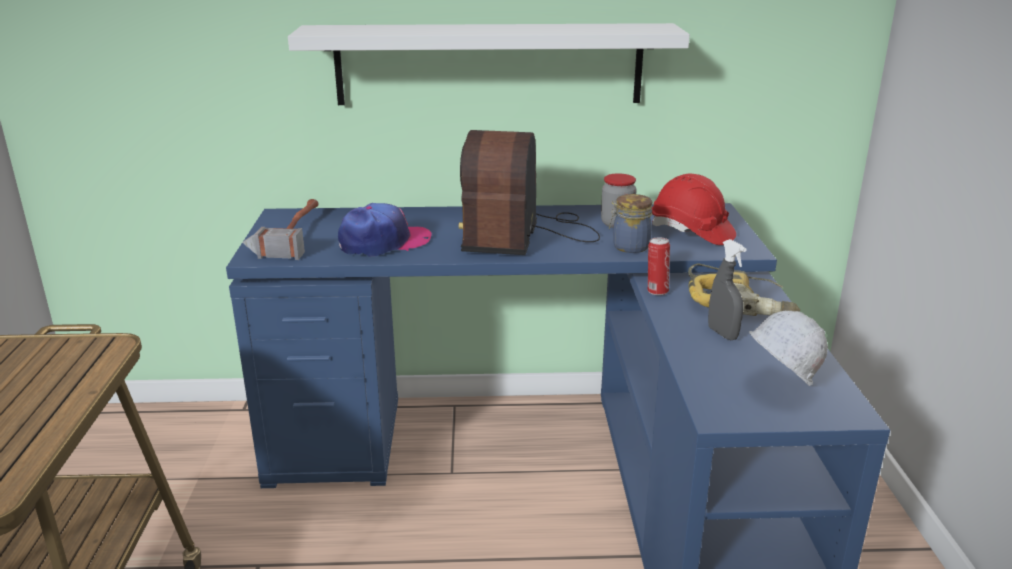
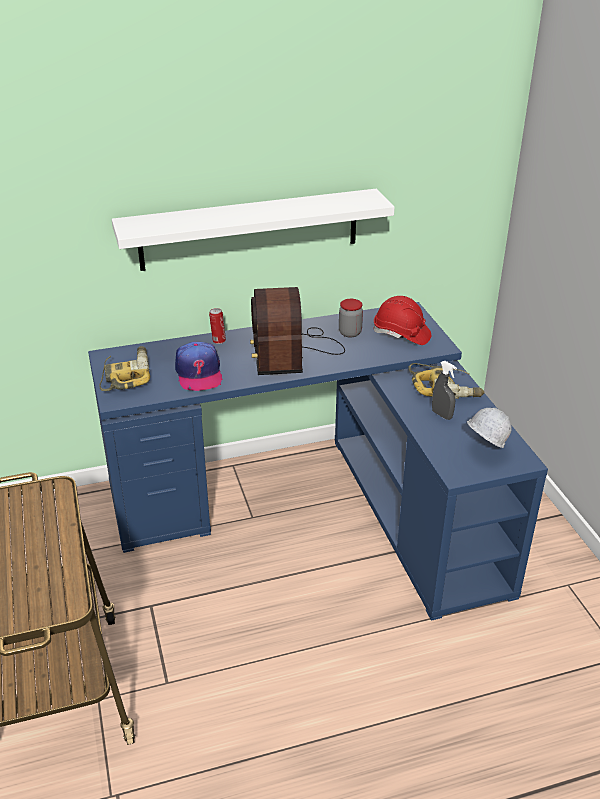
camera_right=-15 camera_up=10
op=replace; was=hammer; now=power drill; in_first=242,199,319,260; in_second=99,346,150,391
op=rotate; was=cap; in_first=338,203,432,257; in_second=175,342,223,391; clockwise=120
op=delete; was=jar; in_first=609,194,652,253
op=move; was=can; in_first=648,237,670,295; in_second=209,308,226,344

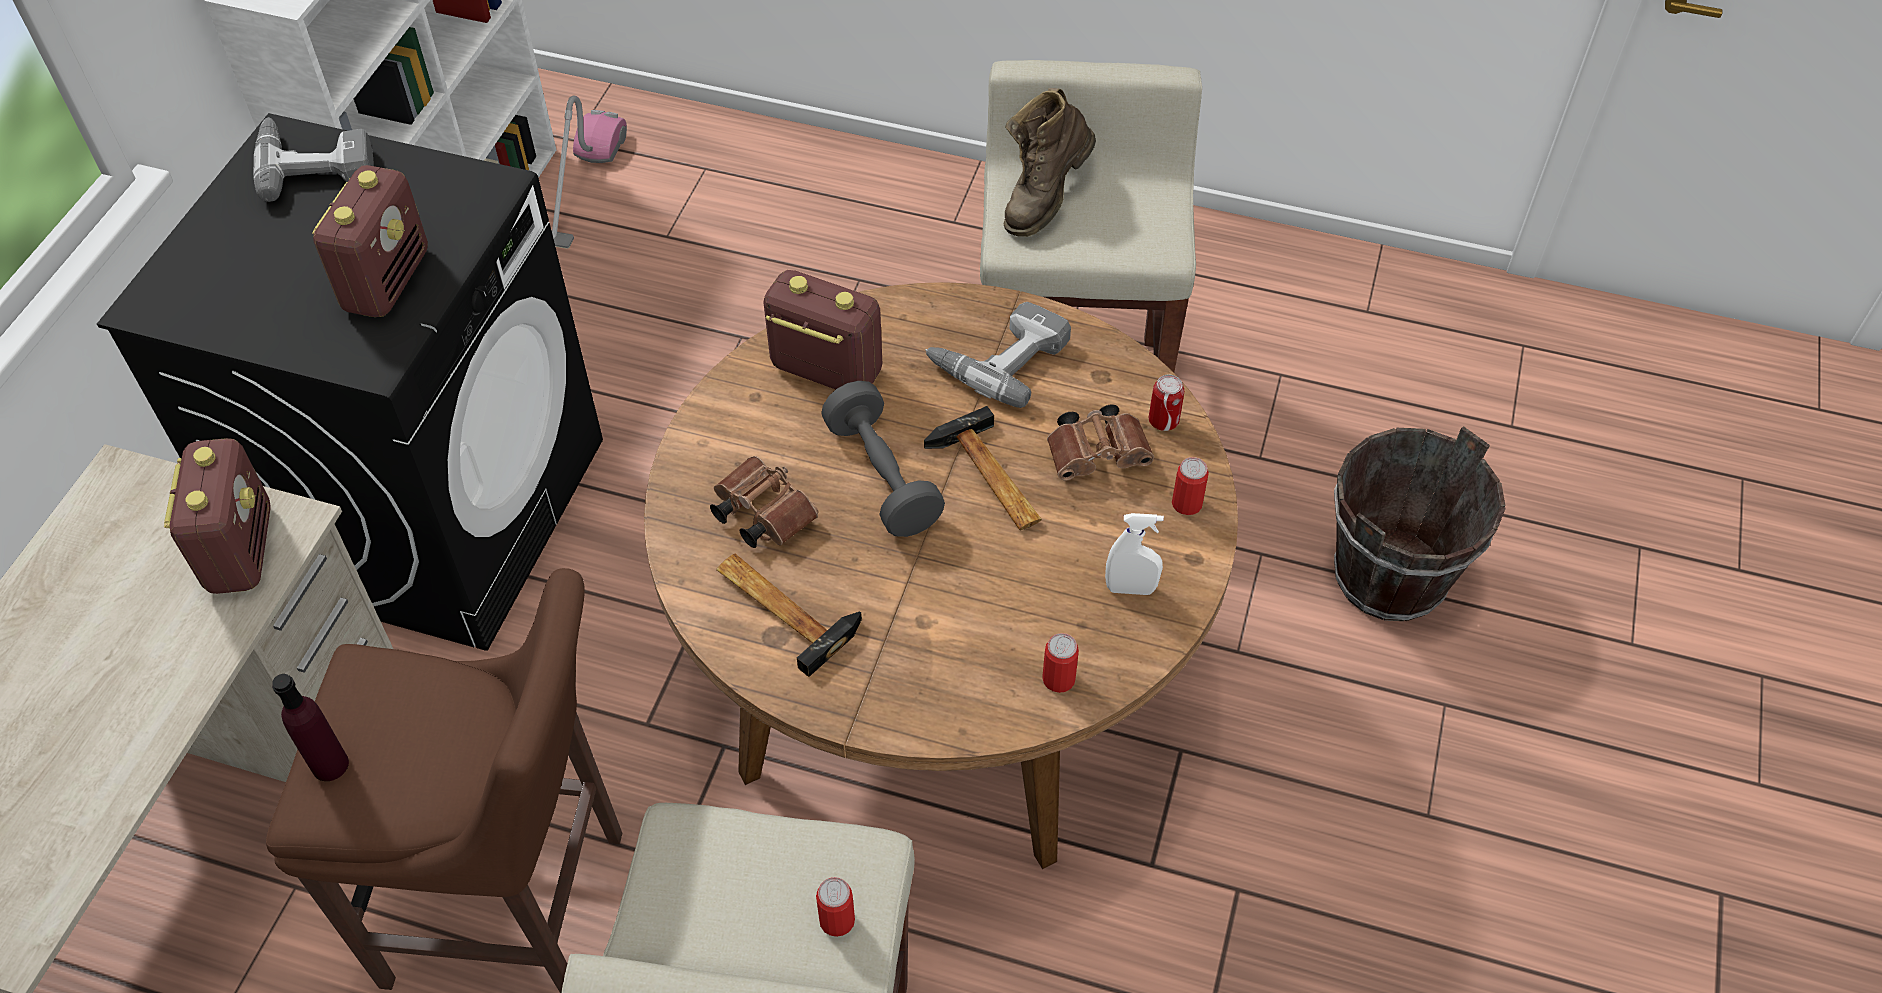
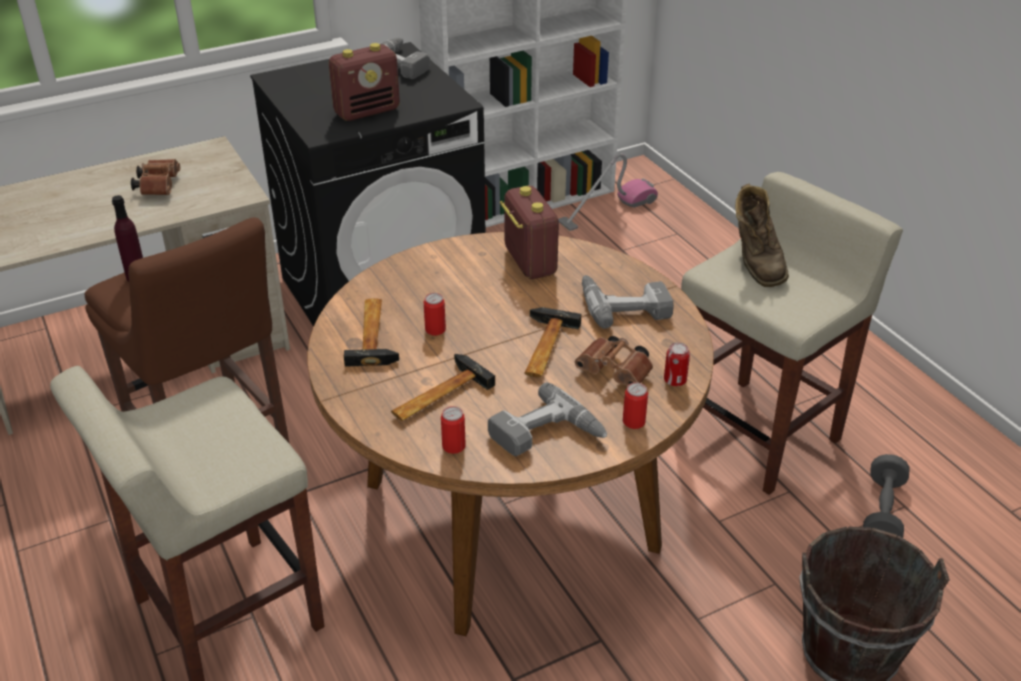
camera_right=45 camera_up=-15
op=delete; was=radio; in_first=164,438,271,594
op=move; was=binoculars/brown; in_first=710,456,819,548; in_second=131,159,180,195
op=move; was=can; in_first=816,877,855,937; in_second=424,293,446,336
op=move; was=dumbbell/grey; in_first=821,381,945,537; in_second=863,454,909,544
op=rotate; was=boot/brown; in_first=1004,88,1096,237; in_second=735,183,789,287; clockwise=-90
op=replace; was=spray bottle/white; now=power drill; in_first=1105,513,1164,595; in_second=488,382,607,456
op=insert; now=hammer; in_second=391,354,495,421

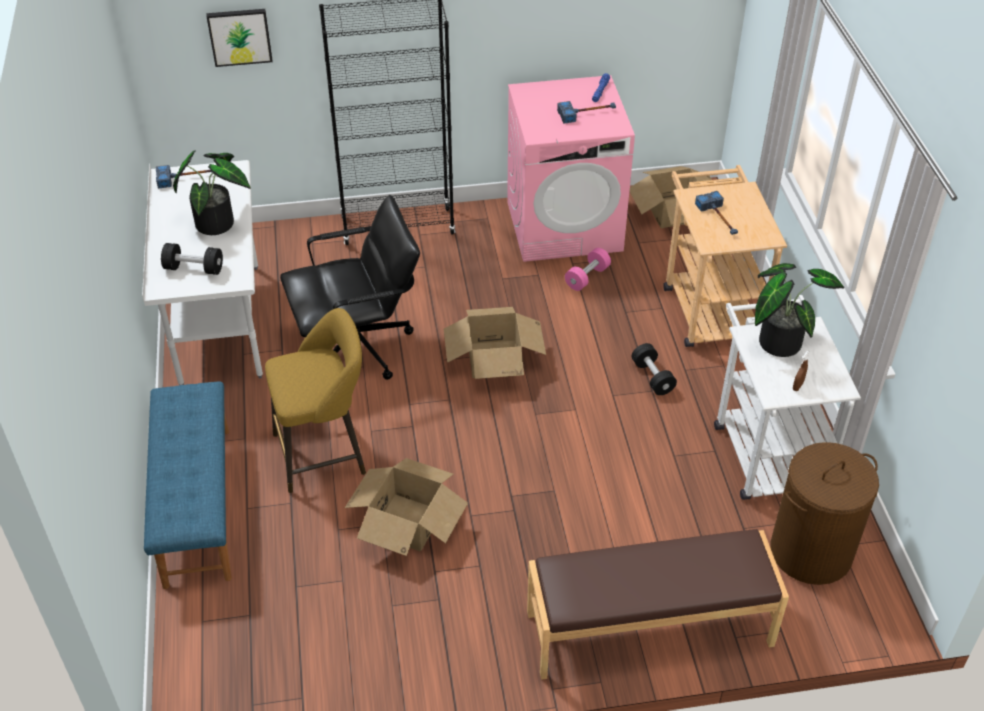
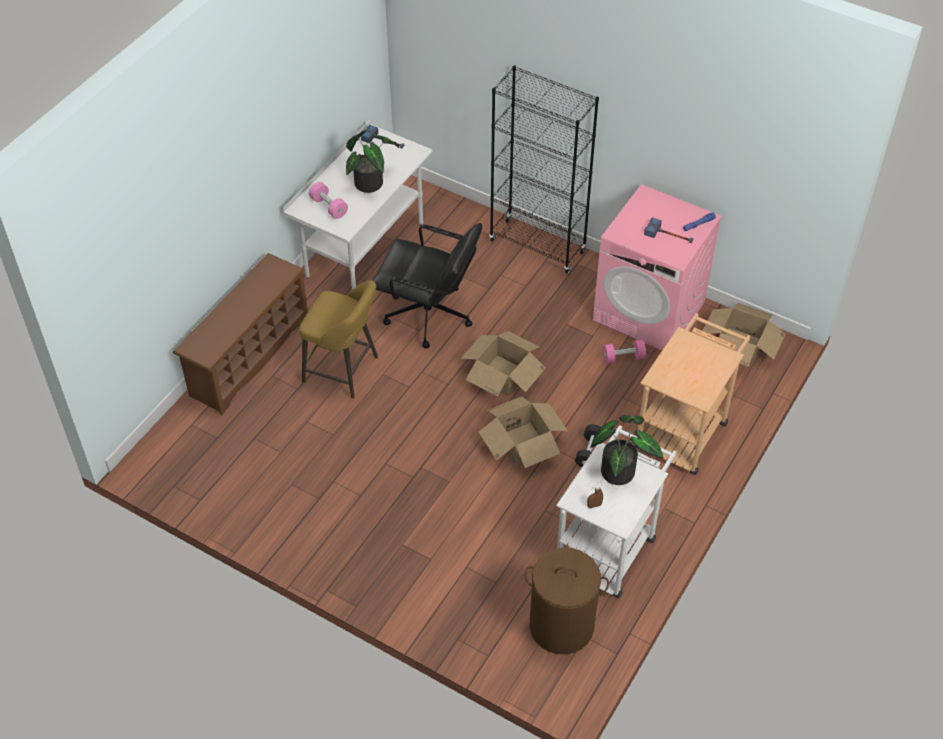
camera_right=40 camera_up=5
op=replace; was=bench/blue; now=shoe rack/brown; in_first=144,381,232,589; in_second=173,253,308,415
op=recolor; was=dumbbell/black; now=dumbbell/pink; in_first=161,243,223,275; in_second=309,182,348,219
op=delete; was=picture; in_first=206,9,273,67
op=move; was=cardboard box; in_first=345,458,468,556; in_second=479,396,568,468
op=delete; was=bench/brown; in_first=527,529,789,680
op=delete; was=hammer; in_first=695,191,738,235

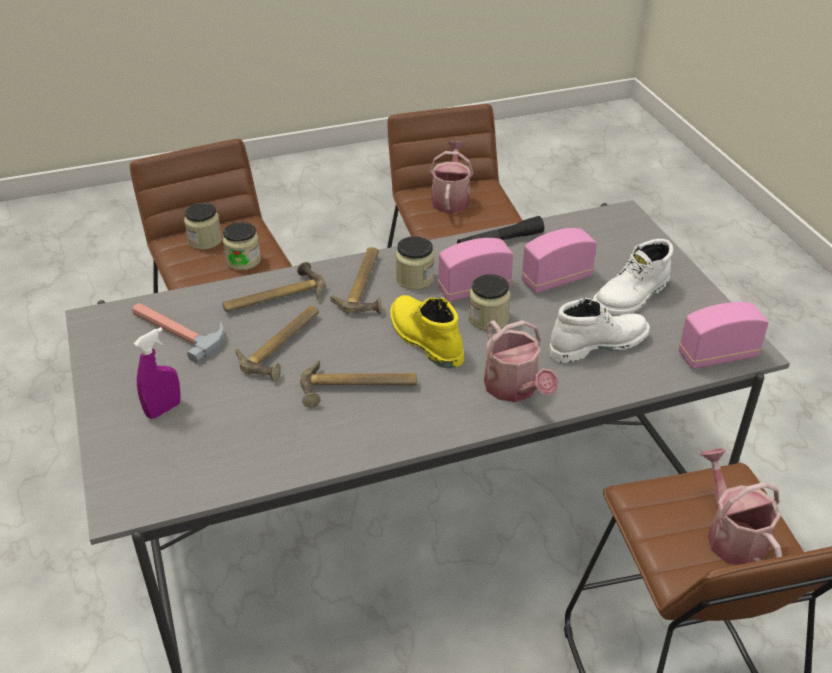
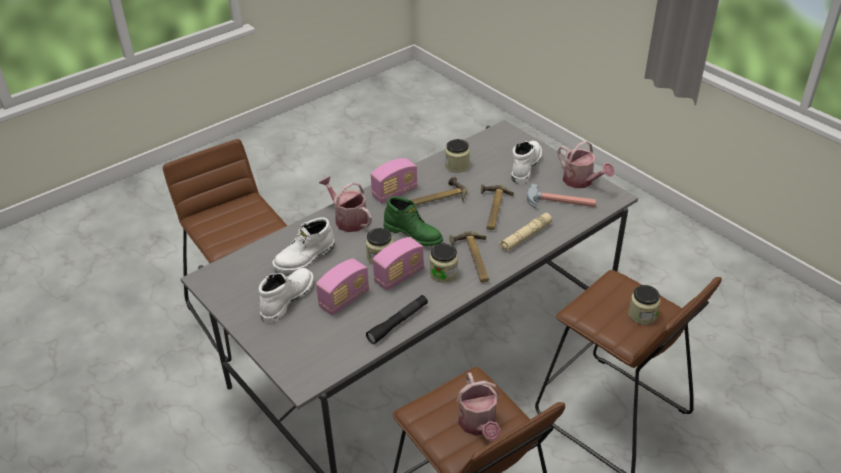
camera_right=160 camera_up=0
op=replace; was=spray bottle/purple; now=boot/white; in_first=134,327,181,419; in_second=512,141,542,184
op=replace; was=hammer; now=flashlight/beige; in_first=222,262,326,312; in_second=498,213,552,251
op=move; was=jar; in_first=223,222,261,270; in_second=445,139,470,173
op=recolor; was=boot/yellow; now=boot/green; in_first=390,295,464,368; in_second=384,196,443,246
op=move; was=radio; in_first=679,302,769,369; in_second=371,158,418,203
op=move; was=watering can; in_first=700,448,782,565; in_second=558,141,614,188

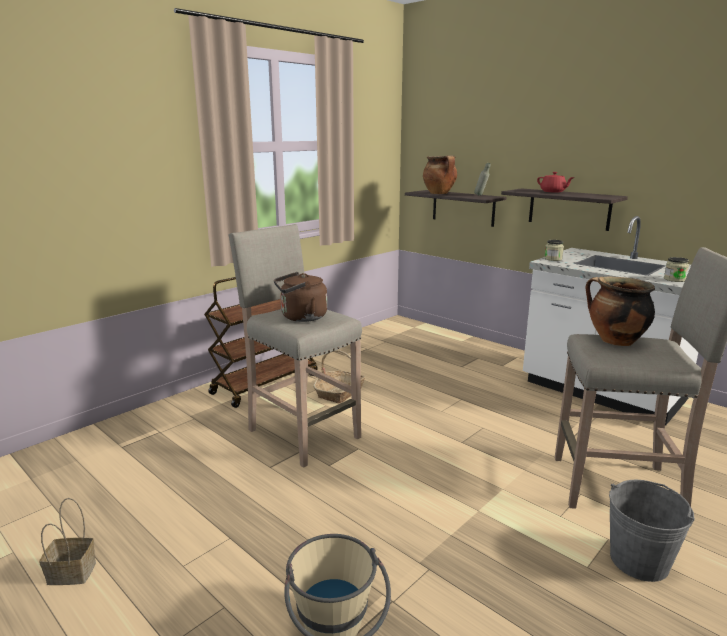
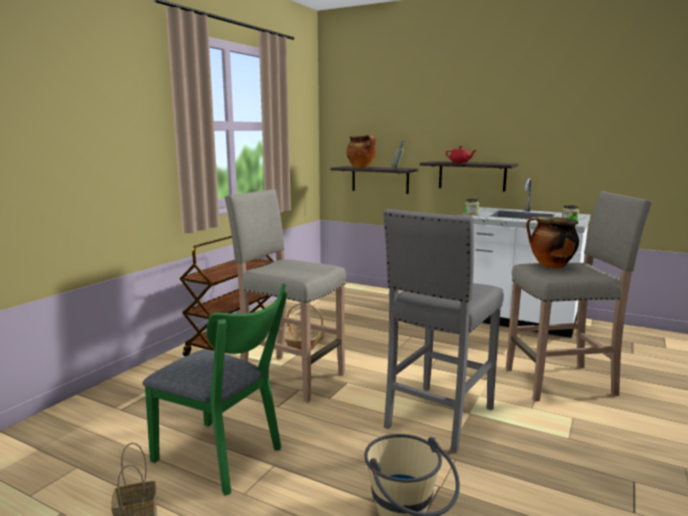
camera_right=-15 camera_up=-5
op=delete; was=kettle/brown; in_first=274,272,327,322
op=delete; was=bucket/grey; in_first=609,480,695,582
op=insert; now=chair/green; in_second=142,284,288,496
op=insert; now=stool/grey; in_second=383,209,504,453

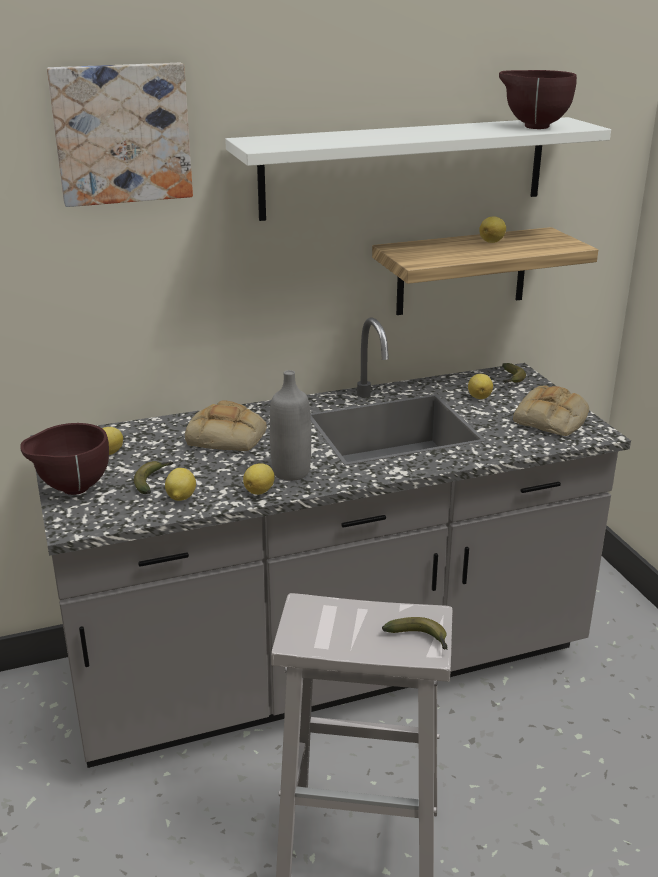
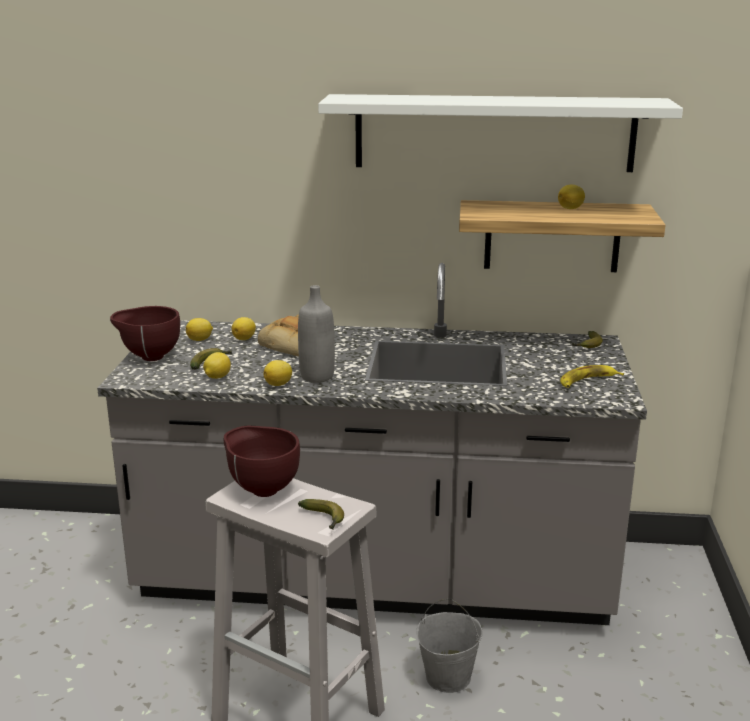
camera_right=25 camera_up=-5
op=delete; was=picture; in_first=47,63,193,207
op=move; was=lemon; in_first=468,374,493,399; in_second=232,317,256,340
op=move; was=bowl/brown; in_first=499,70,577,129; in_second=224,426,300,497
op=replace; was=bread; now=banana; in_first=513,385,589,436; in_second=560,365,624,388
op=insert; now=bucket/grey; in_second=416,598,483,693

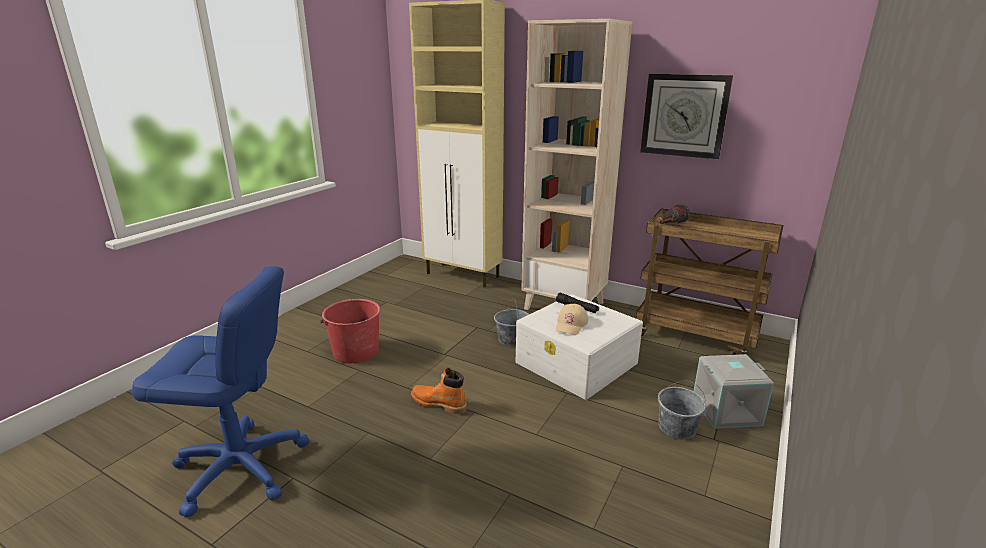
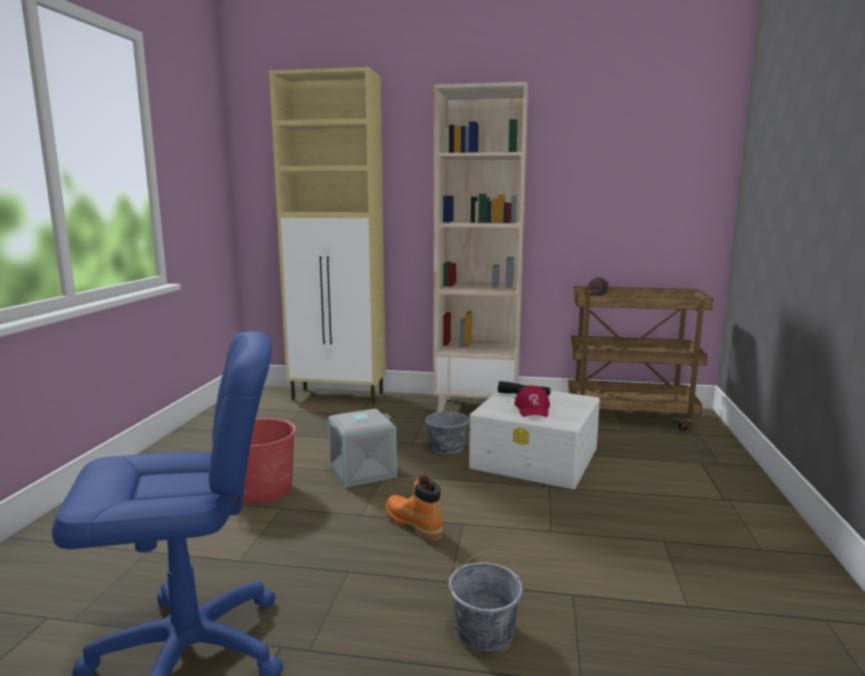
camera_right=-20 camera_up=-10
op=rotate; was=boot/orange; in_first=411,367,467,414; in_second=386,475,443,541; clockwise=45
op=recolor; was=cap/beige; now=cap/red; in_first=556,304,588,335; in_second=514,385,550,417
op=delete; was=wall clock; in_first=640,73,733,159
op=move; was=bucket/grey; in_first=658,380,706,439; in_second=449,550,523,651
op=move; was=storage box/grey; in_first=694,354,774,429; in_second=328,409,397,487

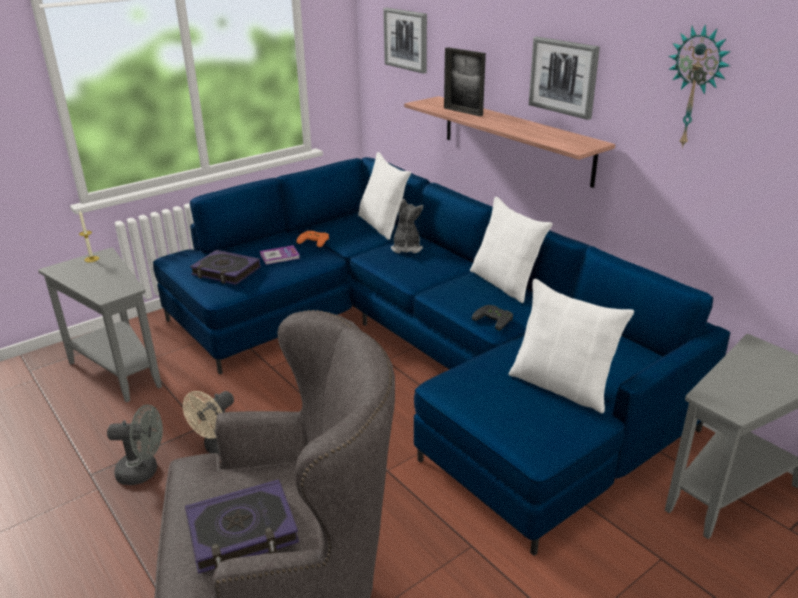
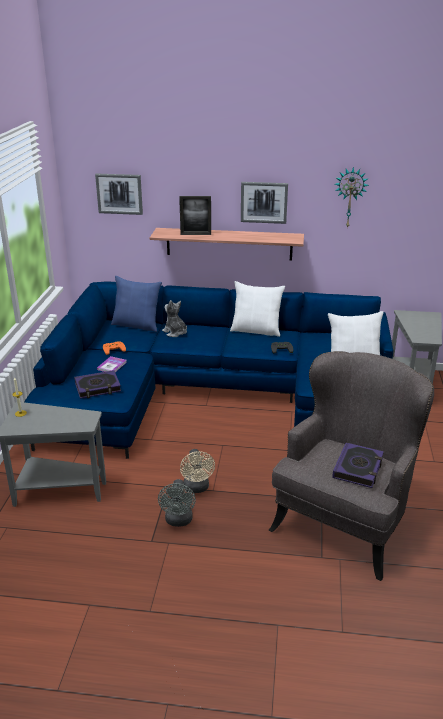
camera_right=-45 camera_up=0
op=rotate; was=fan/grey; in_first=107,405,163,485; in_second=158,479,196,527; clockwise=135
op=recolor; was=pillow/white; now=pillow/blue; in_first=358,152,411,240; in_second=111,276,162,332

